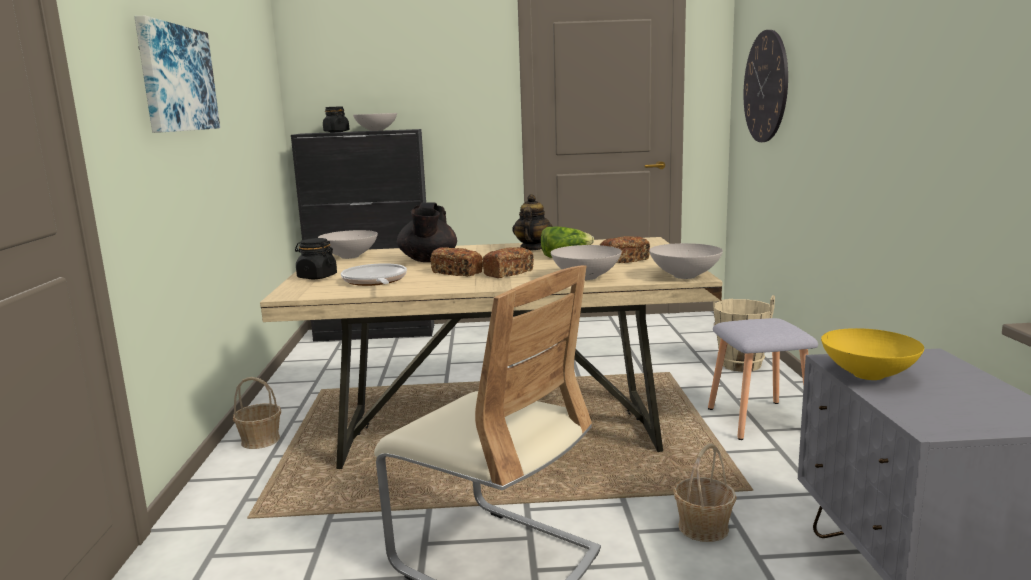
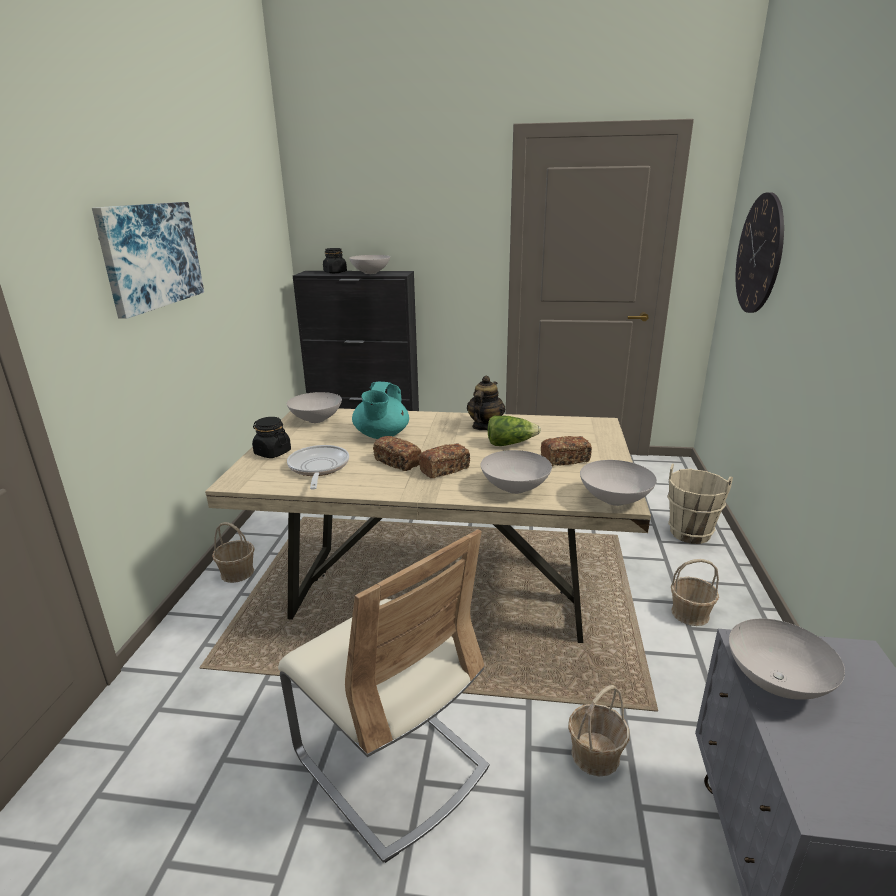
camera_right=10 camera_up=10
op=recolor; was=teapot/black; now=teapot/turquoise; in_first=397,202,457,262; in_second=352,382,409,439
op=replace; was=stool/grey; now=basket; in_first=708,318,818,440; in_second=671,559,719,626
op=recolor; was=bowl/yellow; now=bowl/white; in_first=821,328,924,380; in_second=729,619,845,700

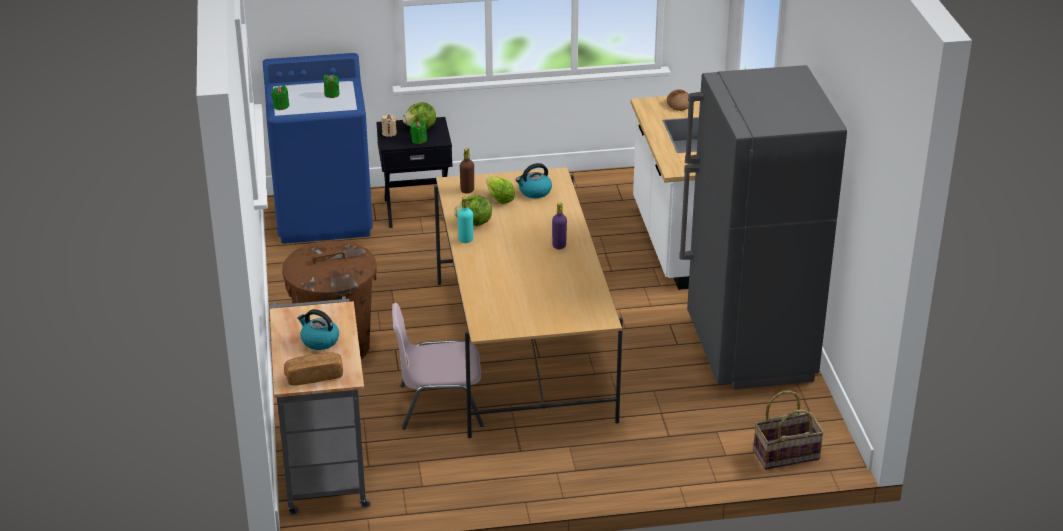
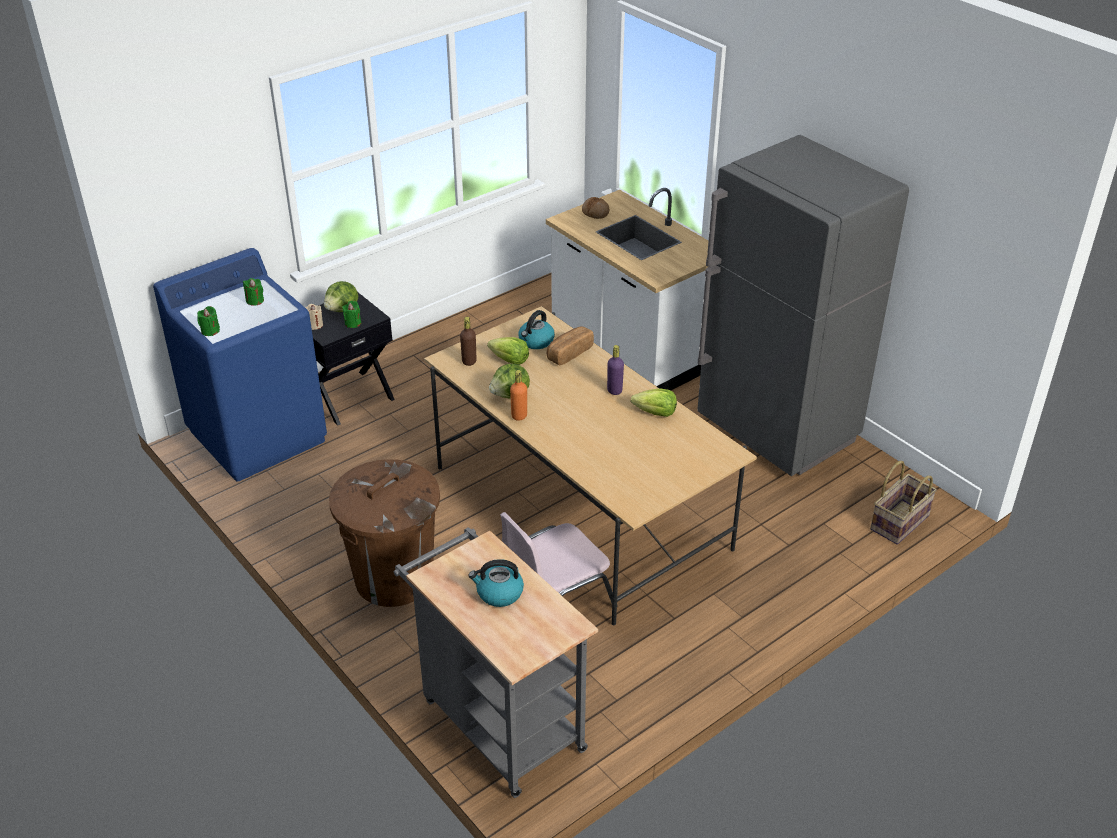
camera_right=-30 camera_up=5
op=move; was=bread; in_first=284,352,343,385; in_second=546,327,594,366
op=recolor; was=bottle/turquoise; now=bottle/orange; in_first=457,197,473,243; in_second=510,370,527,421
op=insert; now=lettuce; in_second=631,388,677,417

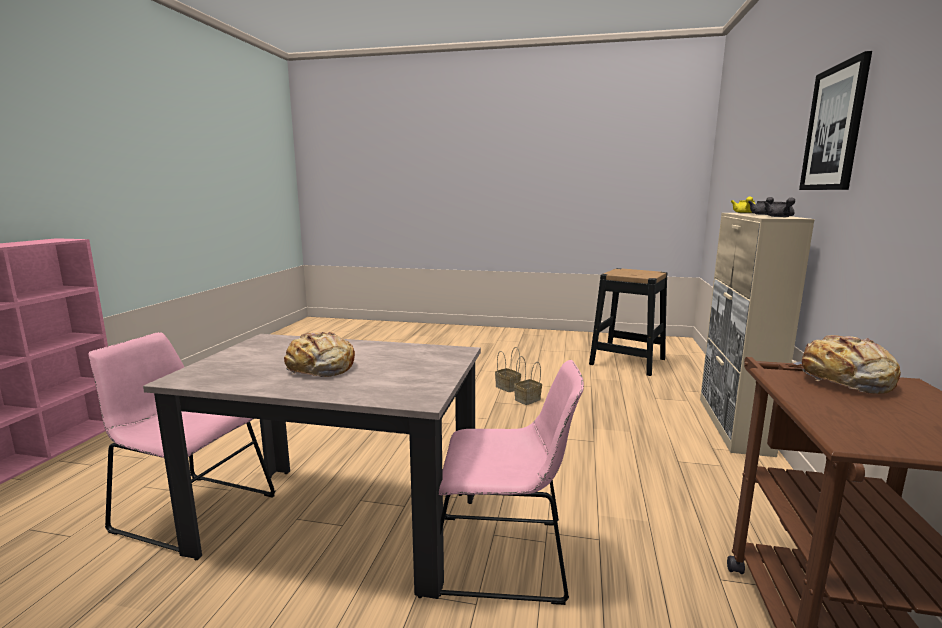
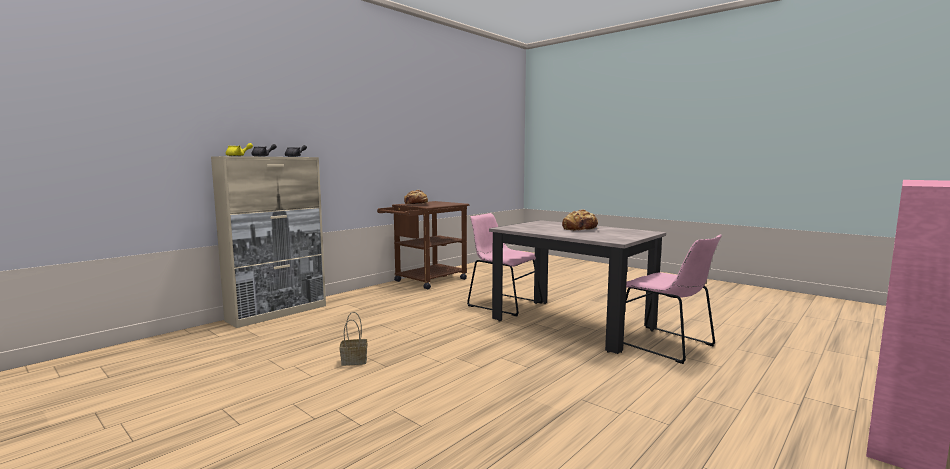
camera_right=-150 camera_up=-5
op=delete; was=basket; in_first=495,347,521,392
op=delete; was=stool/black; in_first=589,268,668,376
op=delete; was=picture; in_first=799,51,872,190

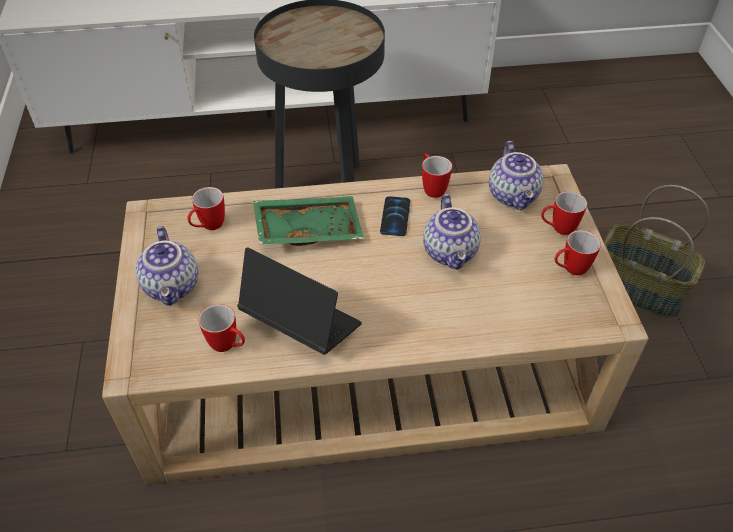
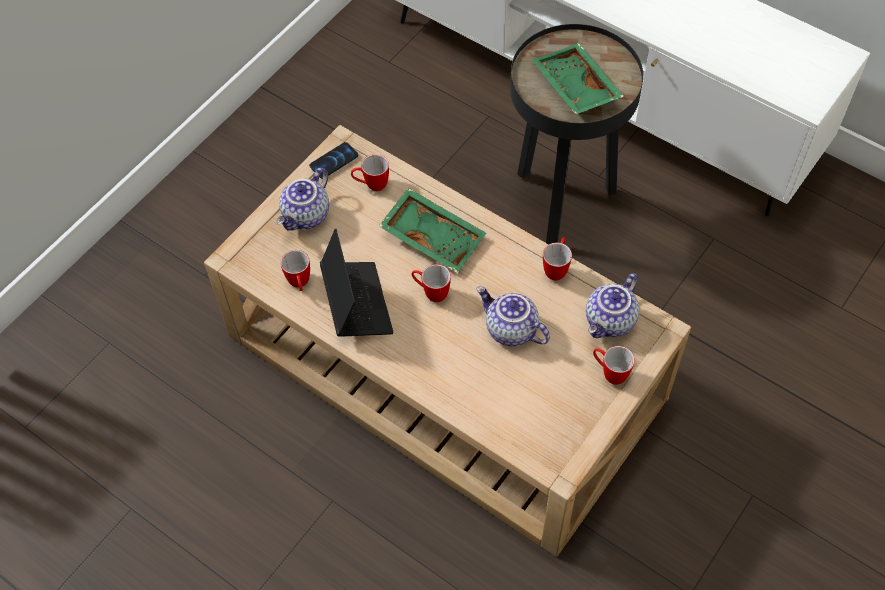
camera_right=45 camera_up=10
op=move; was=phone; in_first=380,196,410,236; in_second=309,142,358,179
op=rotate; was=teapot; in_first=423,194,481,270; in_second=477,286,550,346; clockwise=90
op=move; was=mug; in_first=555,230,601,275; in_second=412,264,451,302
op=delete; was=basket; in_first=603,185,709,318
op=insert; now=tray/green; in_second=532,43,624,115

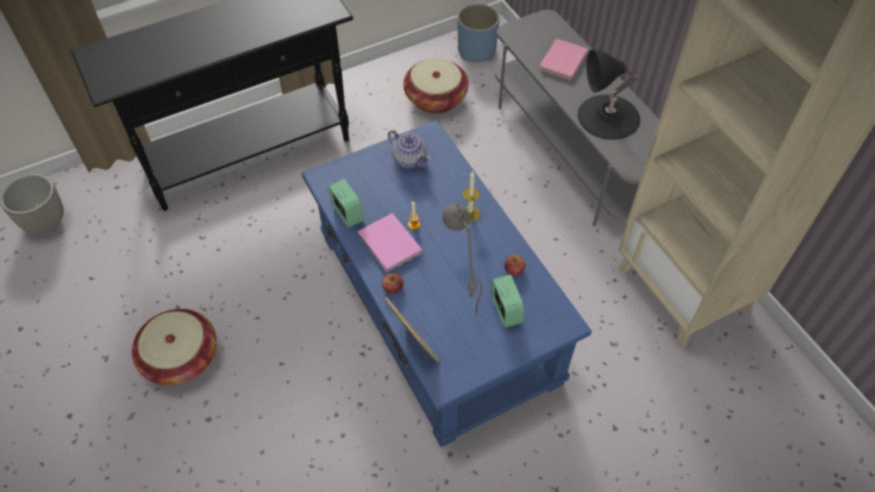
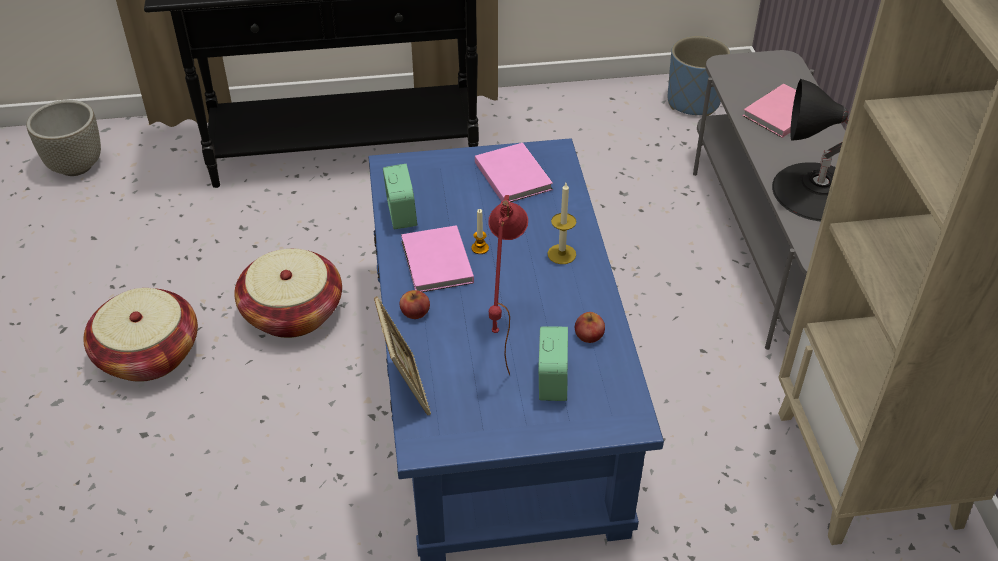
camera_right=20 camera_up=-10
op=replace; was=teapot; now=book/pink; in_first=388,130,431,169; in_second=475,143,553,202
op=move; was=basket; in_first=403,58,469,114; in_second=234,249,342,338
op=recolor; was=table lamp/grey; now=table lamp/red; in_first=442,204,482,315; in_second=488,195,528,375

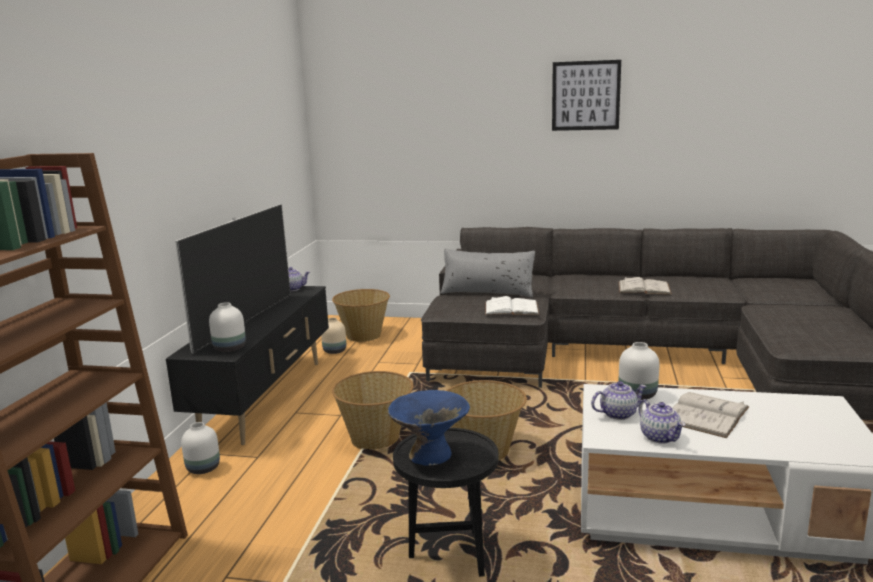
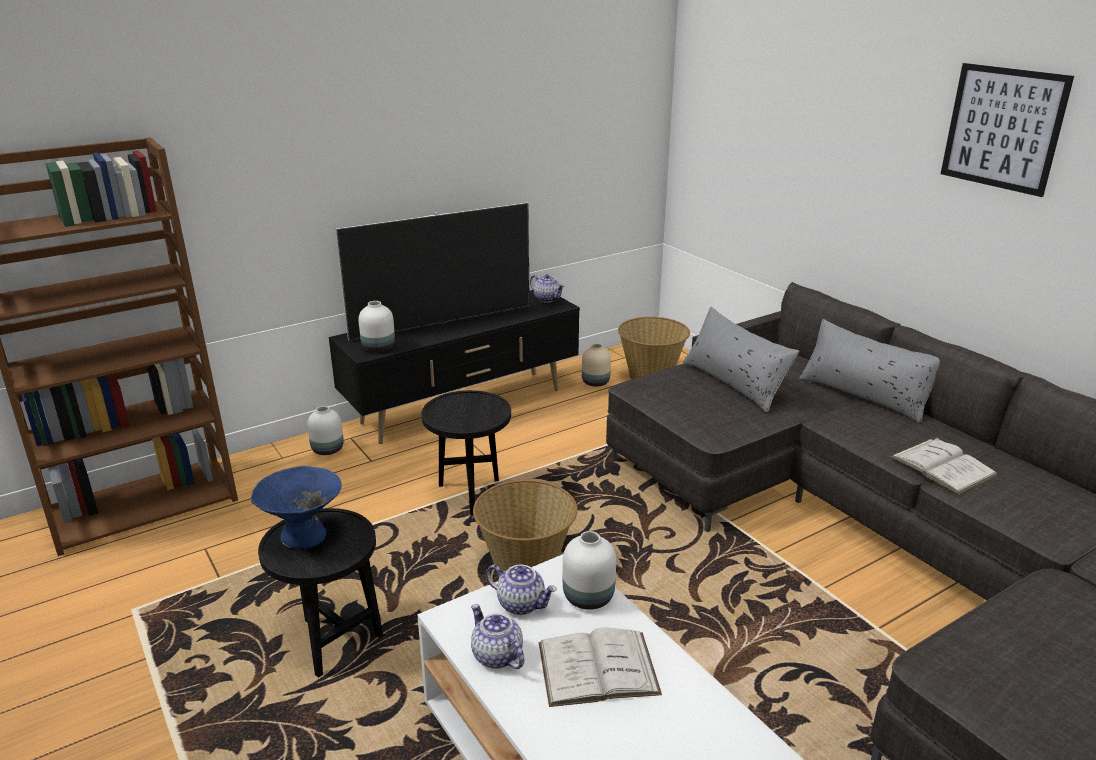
camera_right=45 camera_up=10
op=replace; was=basket; now=side table/black; in_first=332,371,413,449; in_second=422,390,511,515
op=delete; was=book/white; in_first=485,296,540,315
op=rotate; was=teapot; in_first=638,399,685,444; in_second=471,604,524,669; clockwise=120
op=insert; now=pillow/grey; in_second=799,319,940,423

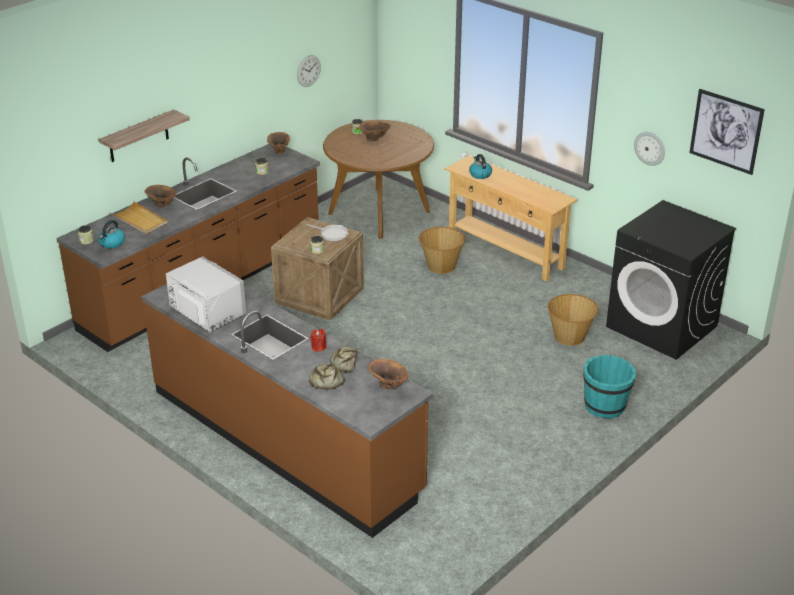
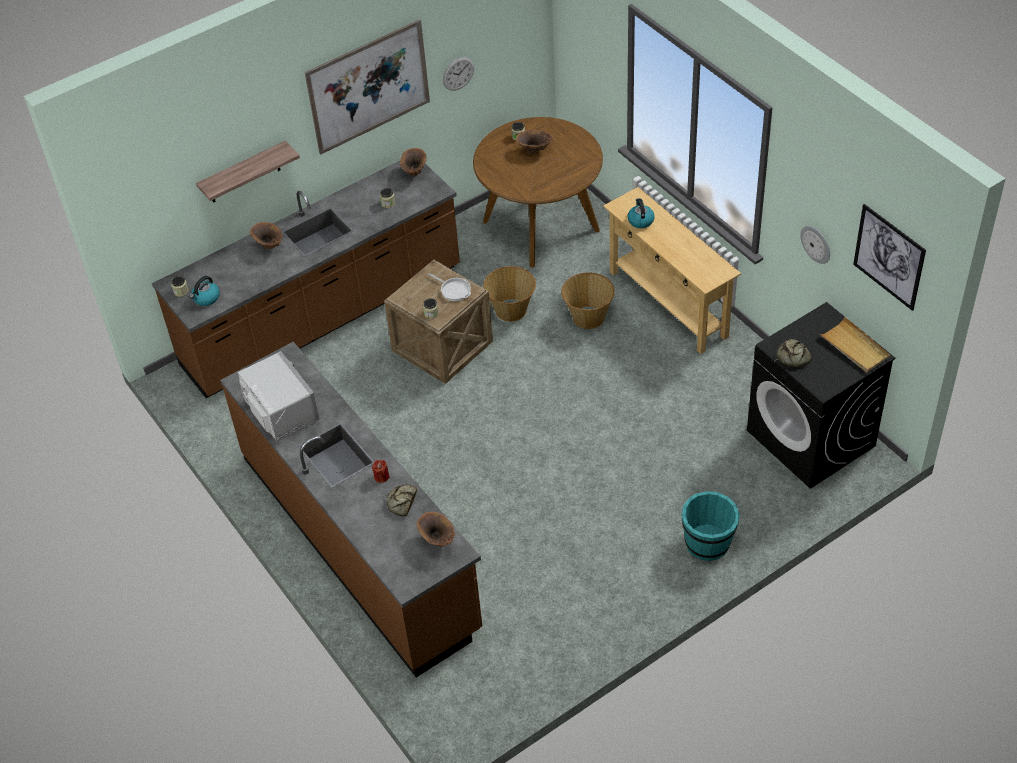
camera_right=15 camera_up=15
op=move; was=tray/beige; in_first=109,201,167,234; in_second=820,317,890,372
op=move; was=bread; in_first=309,364,345,390; in_second=776,339,812,367
op=move; was=basket; in_first=547,294,599,346; in_second=483,266,536,322
op=insert; now=picture; in_second=305,19,430,155

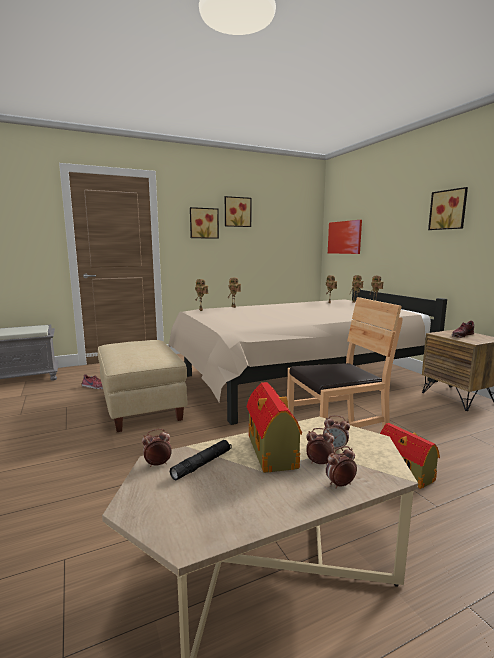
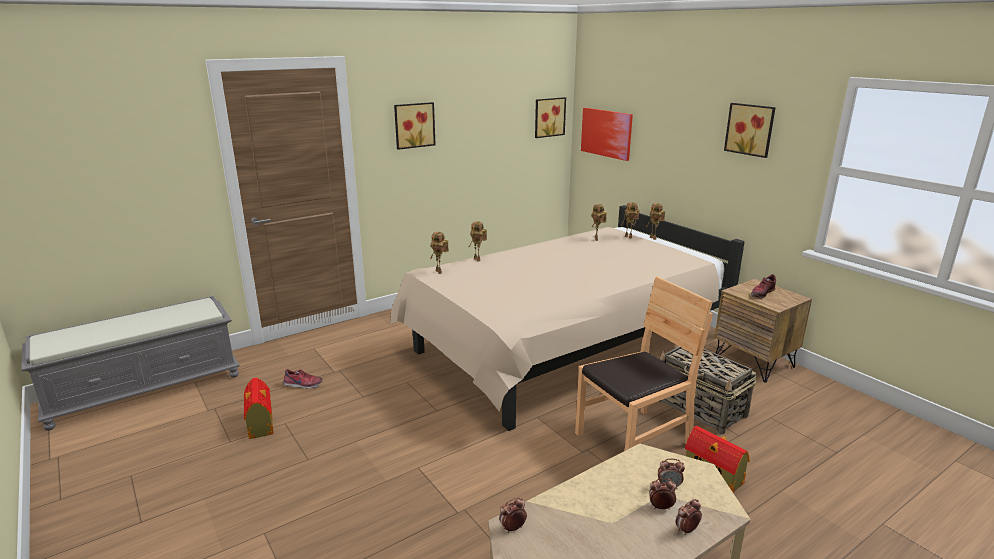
camera_right=-10 camera_up=10
op=delete; was=ottoman/beige; in_first=98,340,188,432
op=delete; was=flashlight/black; in_first=170,440,232,481
op=move; was=picture; in_first=225,196,251,227; in_second=535,97,566,138
op=move; was=toy house; in_first=247,382,302,473; in_second=244,378,274,439
op=insert; now=basket; in_second=658,346,757,435

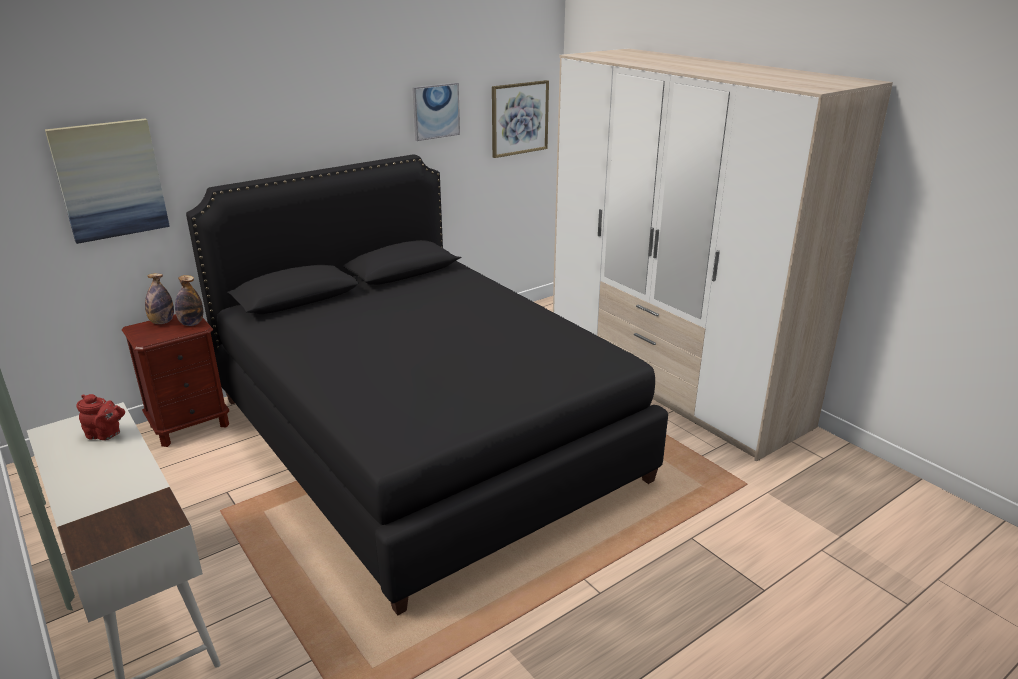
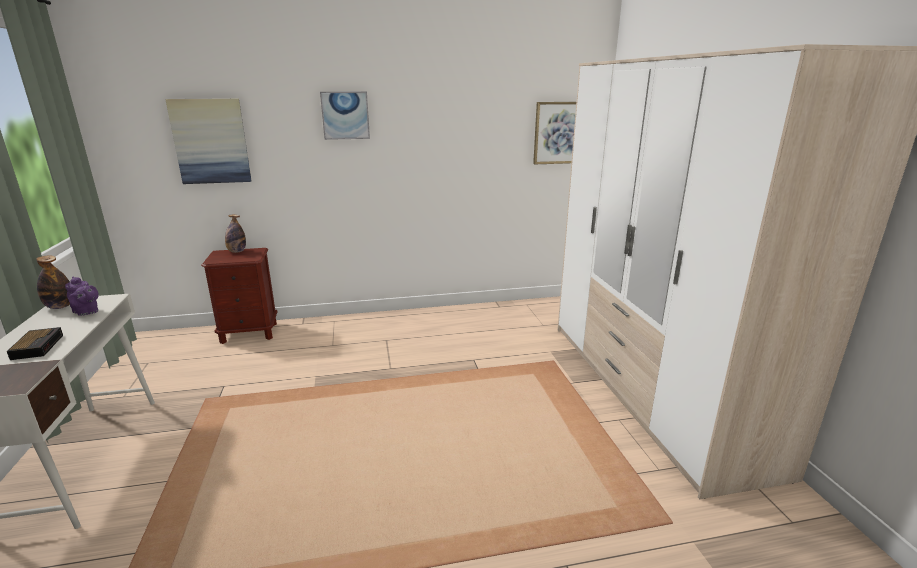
camera_right=25 camera_up=-5
op=recolor; was=teapot/red; now=teapot/purple; in_first=76,394,125,440; in_second=65,277,99,316
op=move; was=bottle; in_first=175,275,203,326; in_second=36,255,70,309
op=delete; was=bed/black; in_first=186,155,668,615
op=move; was=picture; in_first=412,83,460,141; in_second=320,92,370,140
op=insert; now=alarm clock; in_second=7,327,63,360

